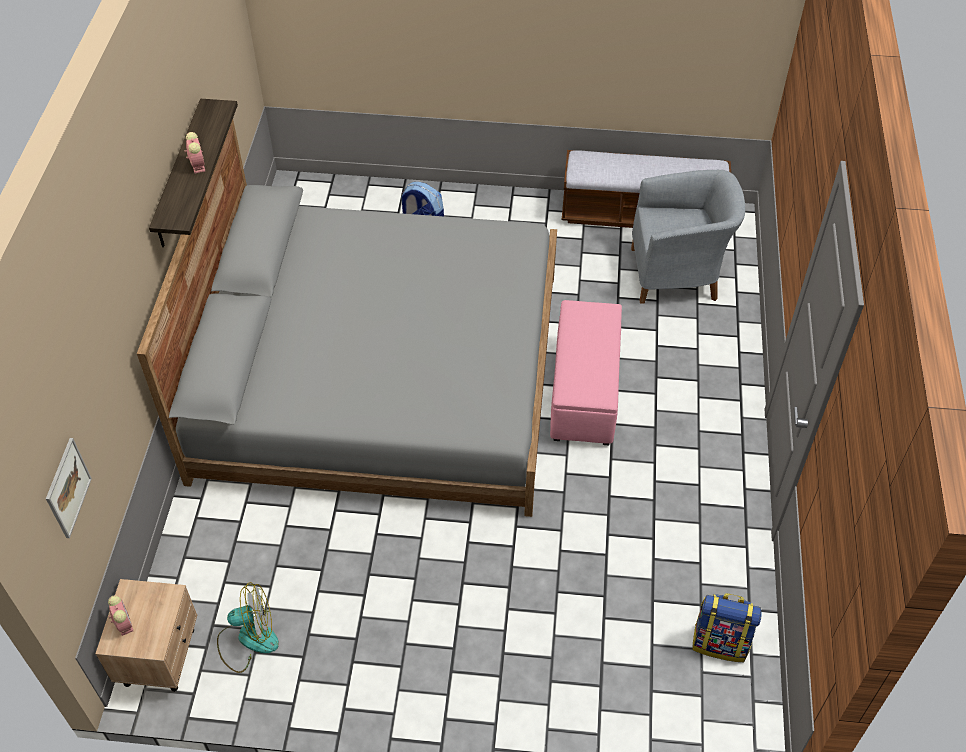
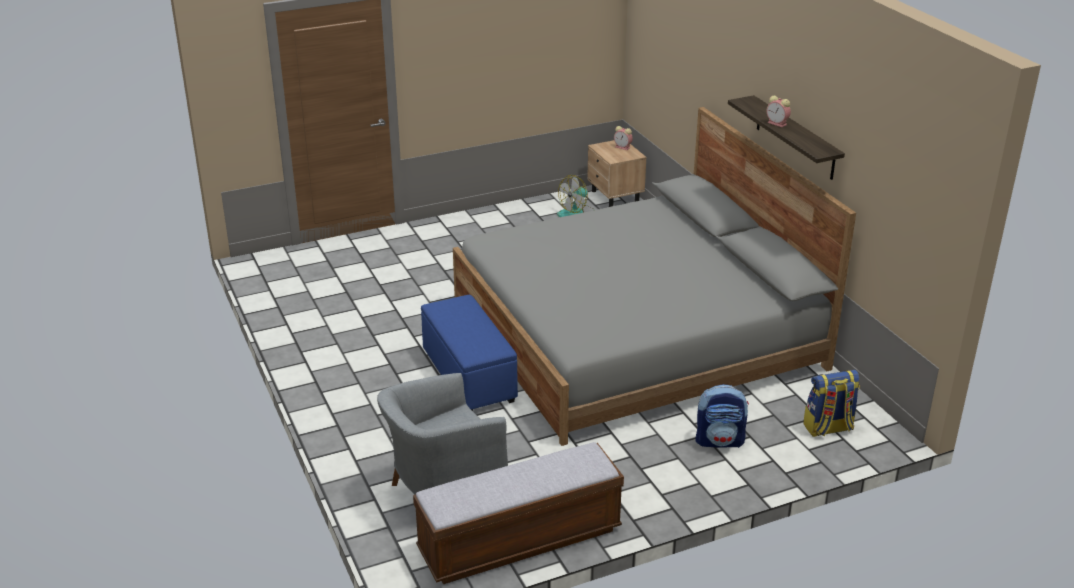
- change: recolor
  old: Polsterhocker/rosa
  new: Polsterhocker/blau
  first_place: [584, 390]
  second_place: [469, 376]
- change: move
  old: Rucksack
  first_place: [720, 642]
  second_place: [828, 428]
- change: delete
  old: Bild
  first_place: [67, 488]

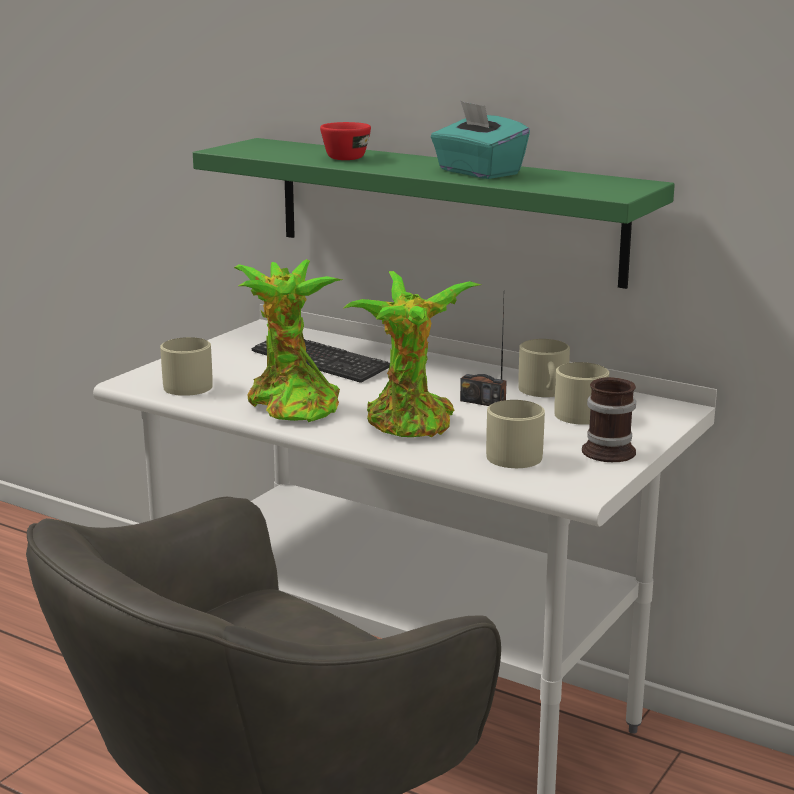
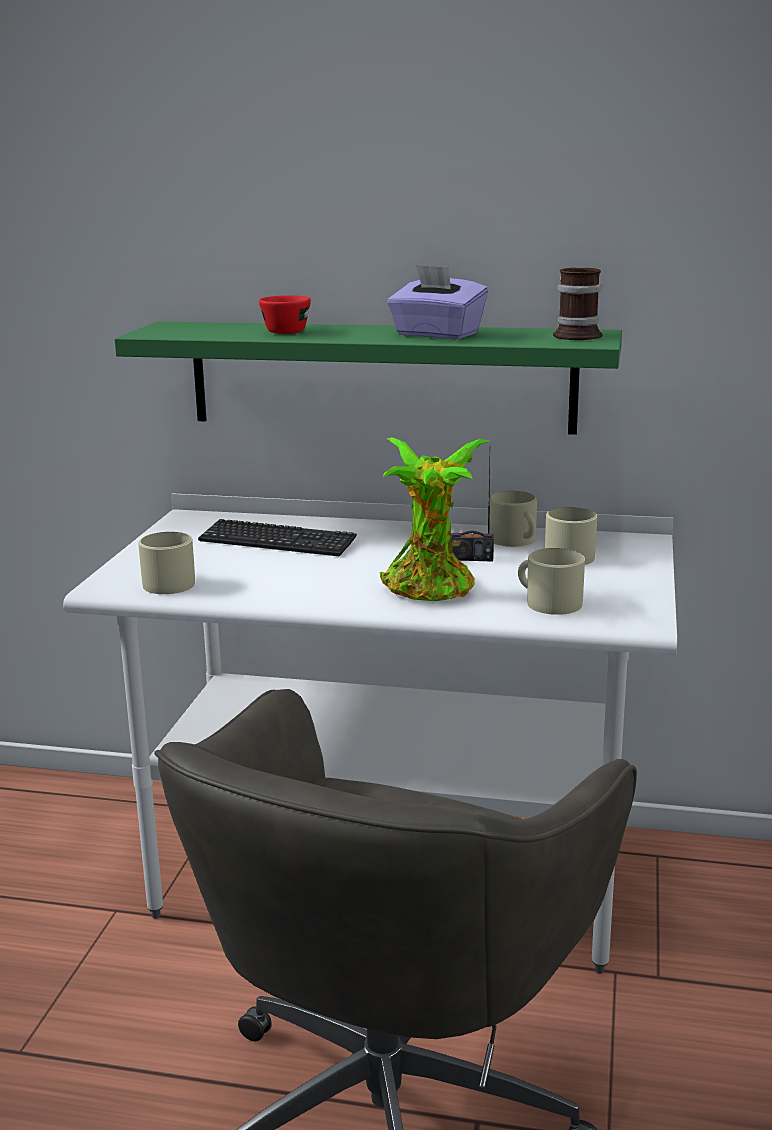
- change: recolor
  old: Taschentuchbox/türkis
  new: Taschentuchbox/lila
  first_place: [478, 172]
  second_place: [436, 334]
- change: move
  old: Henkelbecher
  first_place: [610, 449]
  second_place: [577, 335]
- change: delete
  old: Topfpflanze
  first_place: [290, 406]

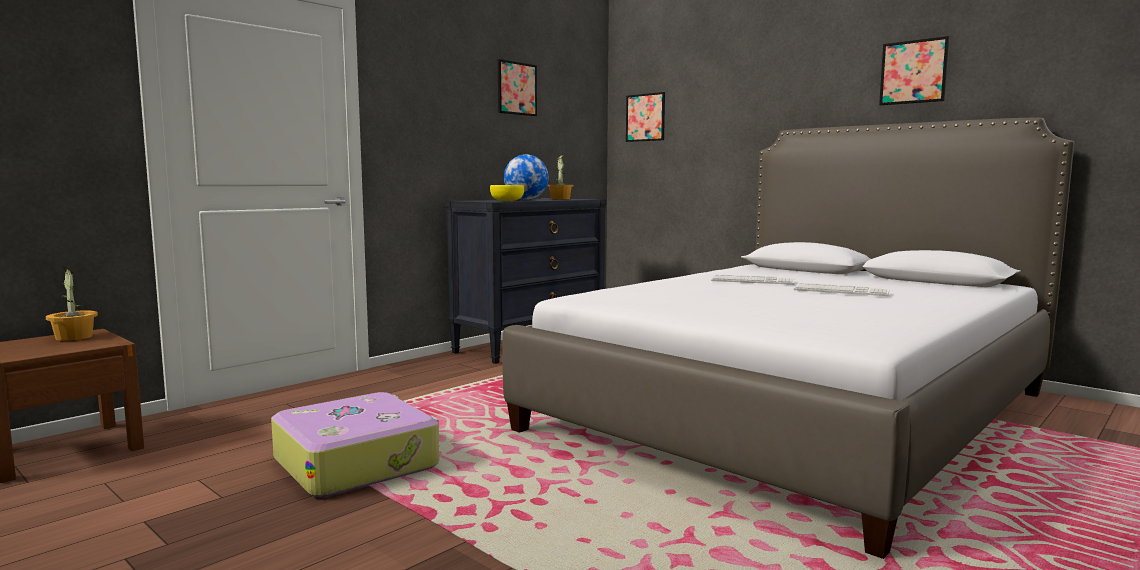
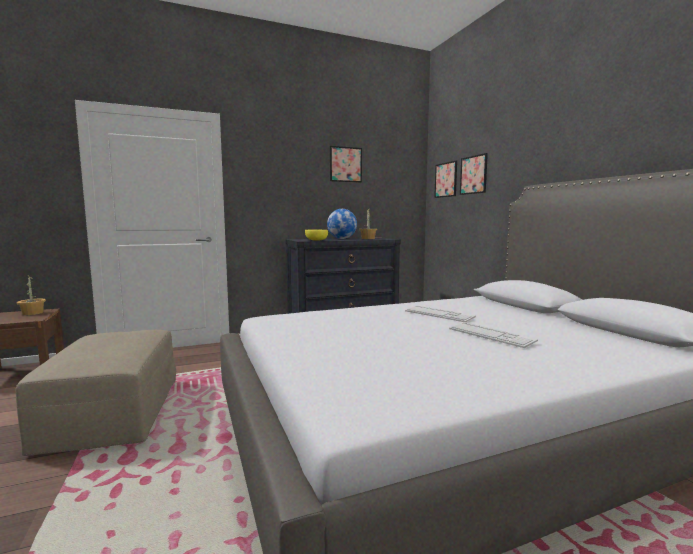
- change: replace
  old: Koffer
  new: Polsterhocker/beige
  first_place: [357, 462]
  second_place: [113, 413]
- change: move
  old: Bild
  first_place: [913, 72]
  second_place: [473, 175]

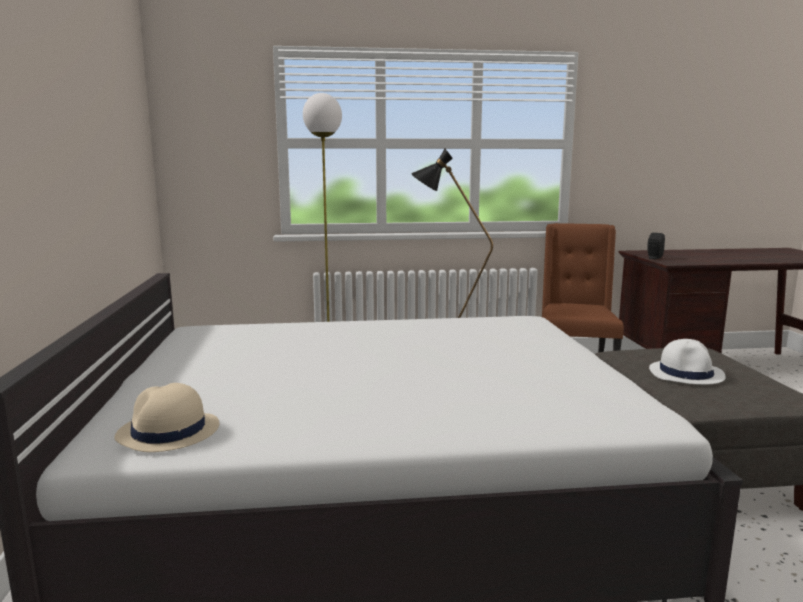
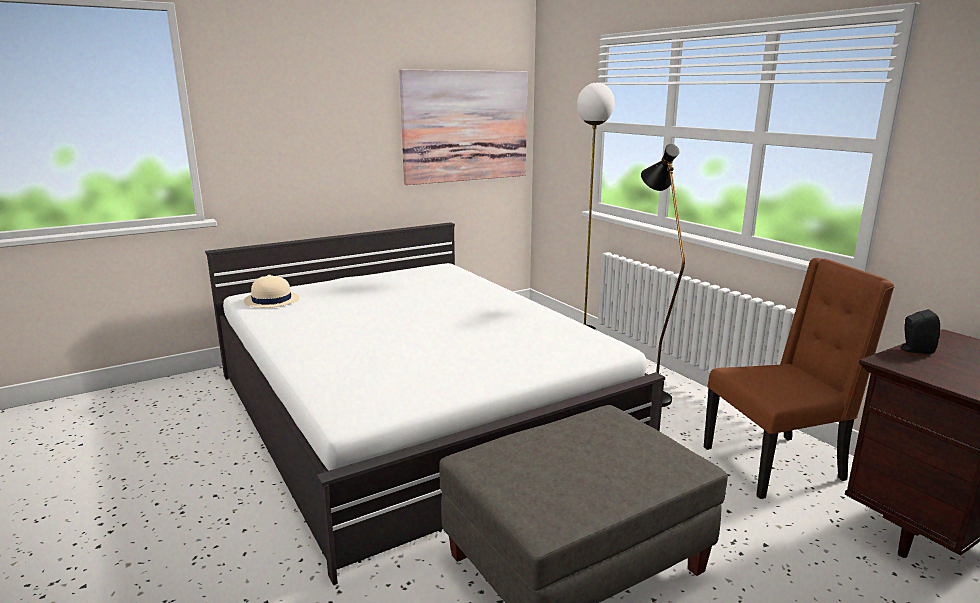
- change: insert
  new: Bild
  second_place: [466, 126]
- change: delete
  old: Hut/weiß
  first_place: [686, 373]

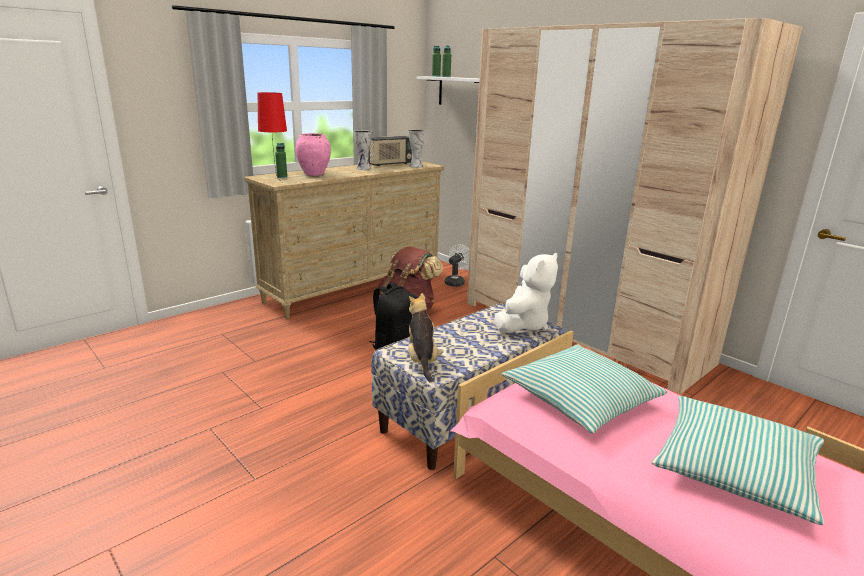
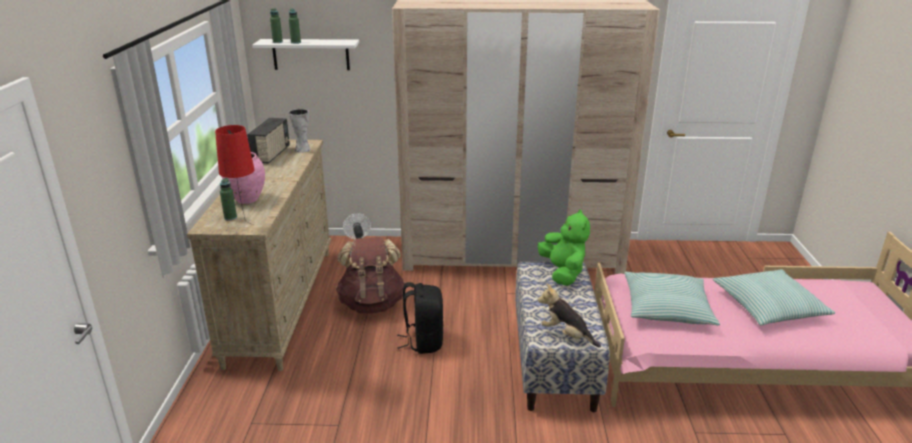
- change: recolor
  old: Plüschtier/weiß
  new: Plüschtier/grün
  first_place: [523, 325]
  second_place: [563, 273]
- change: delete
  old: Vase
  first_place: [364, 169]

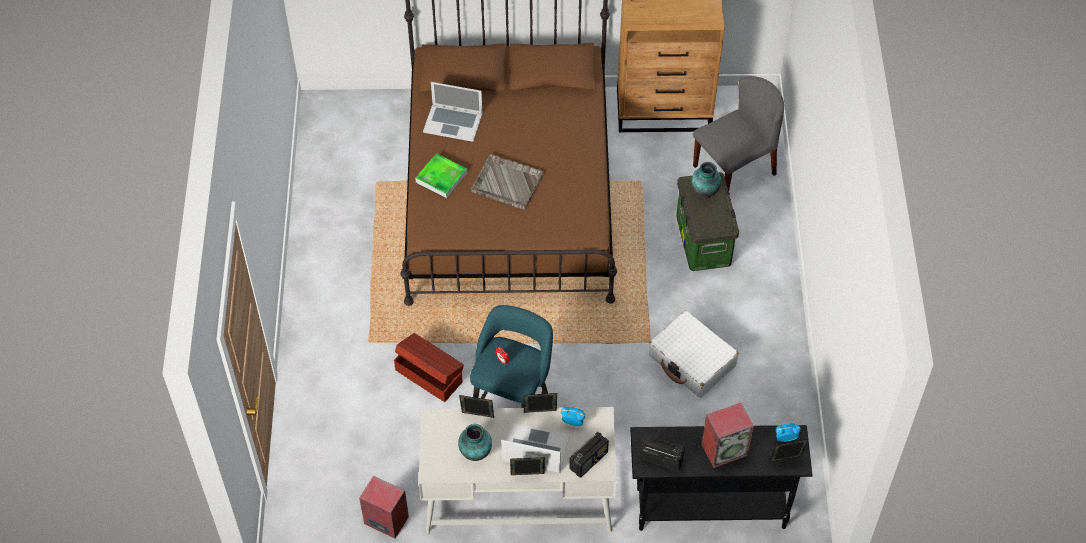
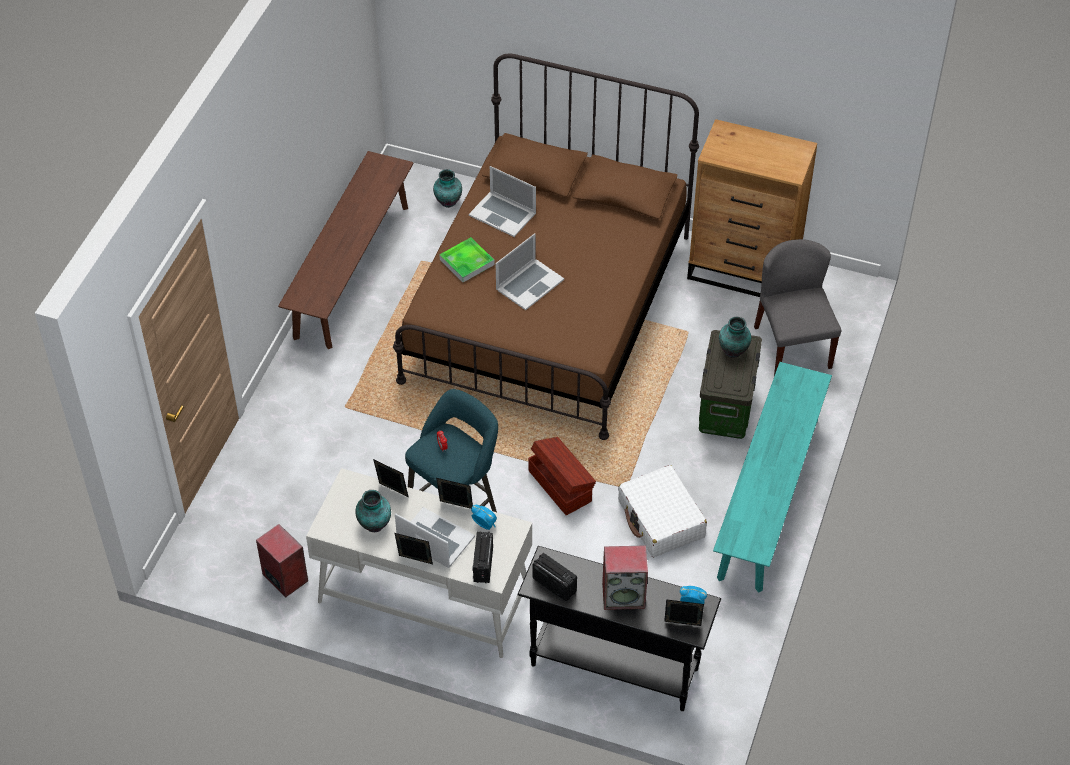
- change: insert
  new: Bank/braun
  second_place: [352, 271]
- change: insert
  new: Vase
  second_place: [447, 202]
- change: rotate
  old: Radio
  first_place: [589, 460]
  second_place: [483, 565]
  degrees: 120
- change: replace
  old: Tablett/grau
  new: Laptop
  first_place: [506, 182]
  second_place: [529, 284]
- change: move
  old: Aufbewahrungsbox/braun
  first_place: [429, 375]
  second_place: [560, 485]
- change: insert
  new: Bank/türkis
  second_place: [769, 497]
- change: rotate
  old: Stuhl/grau
  first_place: [734, 169]
  second_place: [792, 347]
  degrees: -90

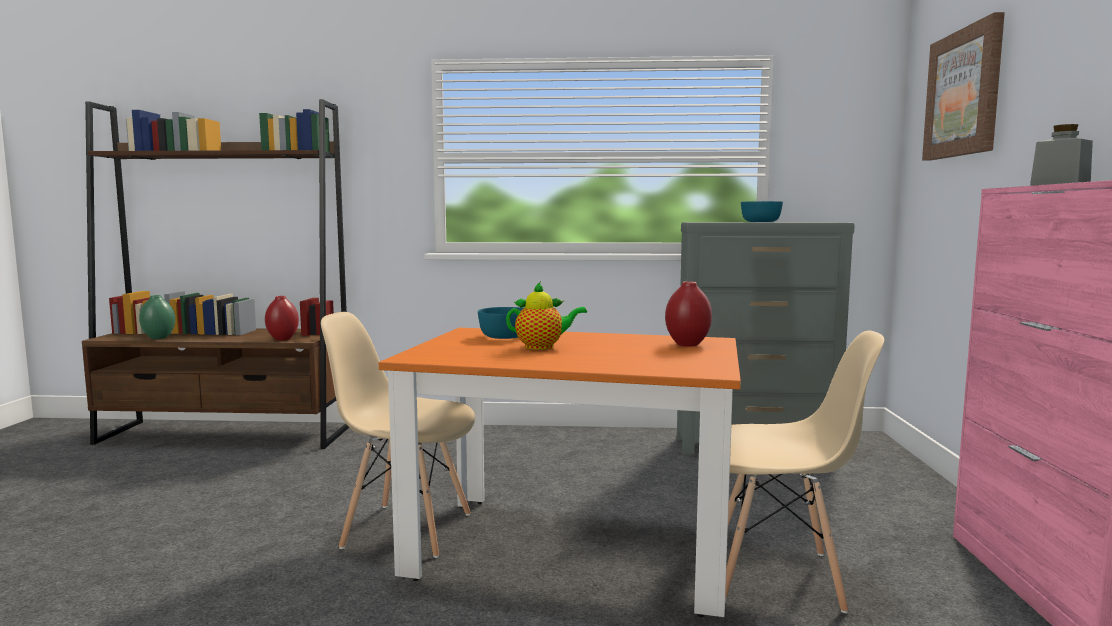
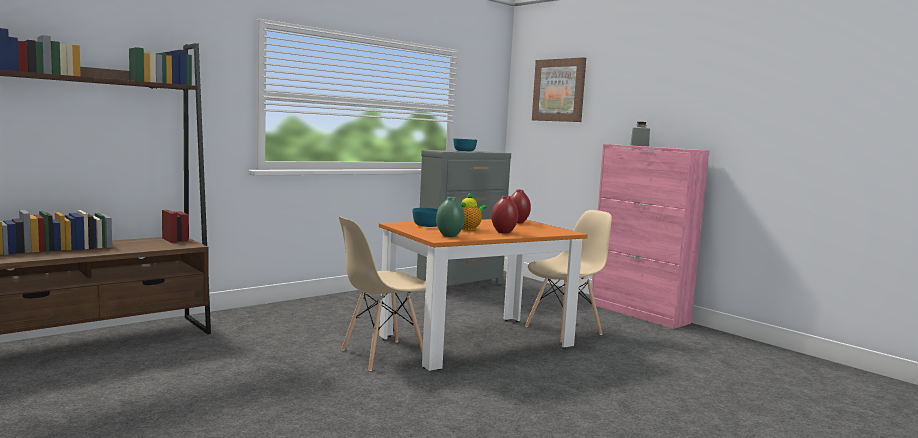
- change: move
  old: Vase/grün
  first_place: [159, 338]
  second_place: [449, 236]
- change: move
  old: Vase/rot
  first_place: [282, 339]
  second_place: [504, 232]

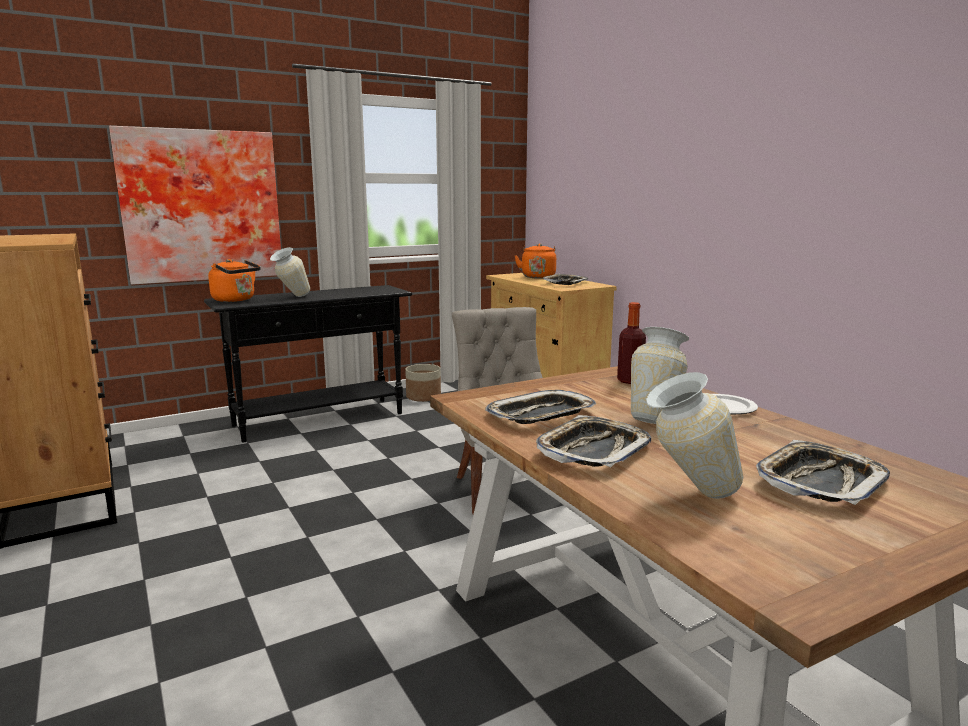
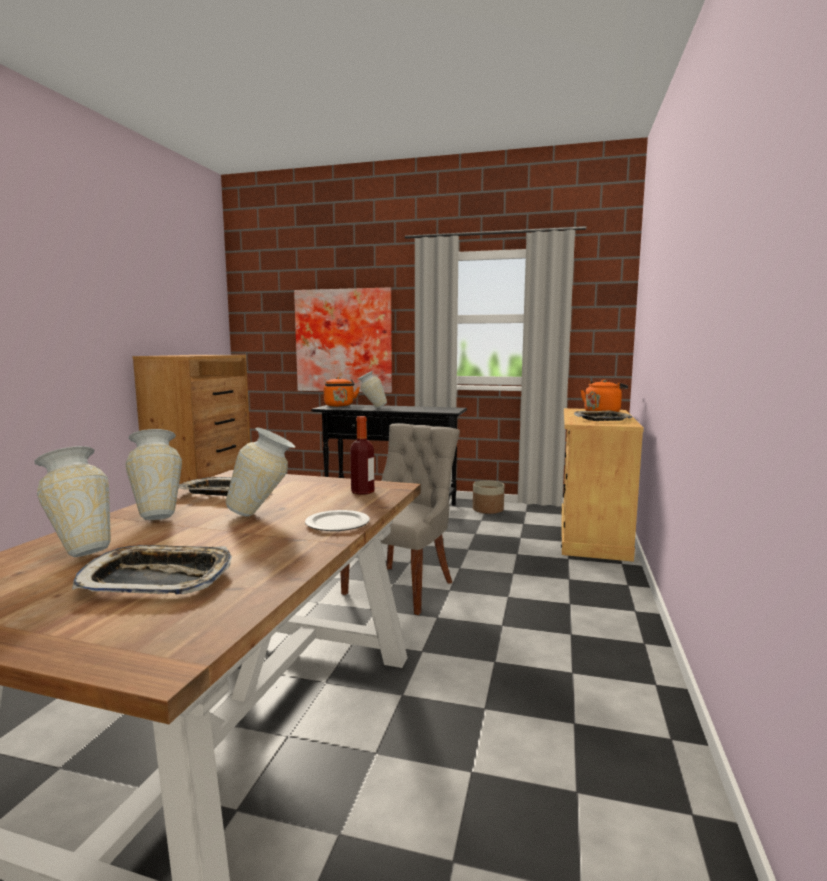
- change: replace
  old: Tablett
  new: Vase
  first_place: [593, 450]
  second_place: [159, 515]

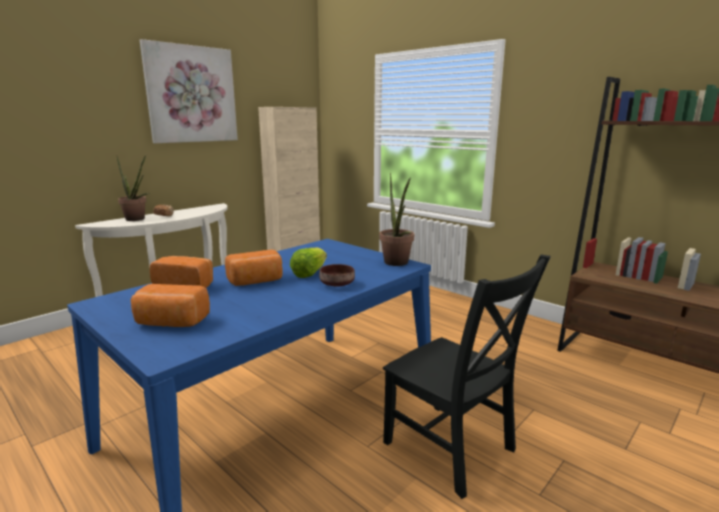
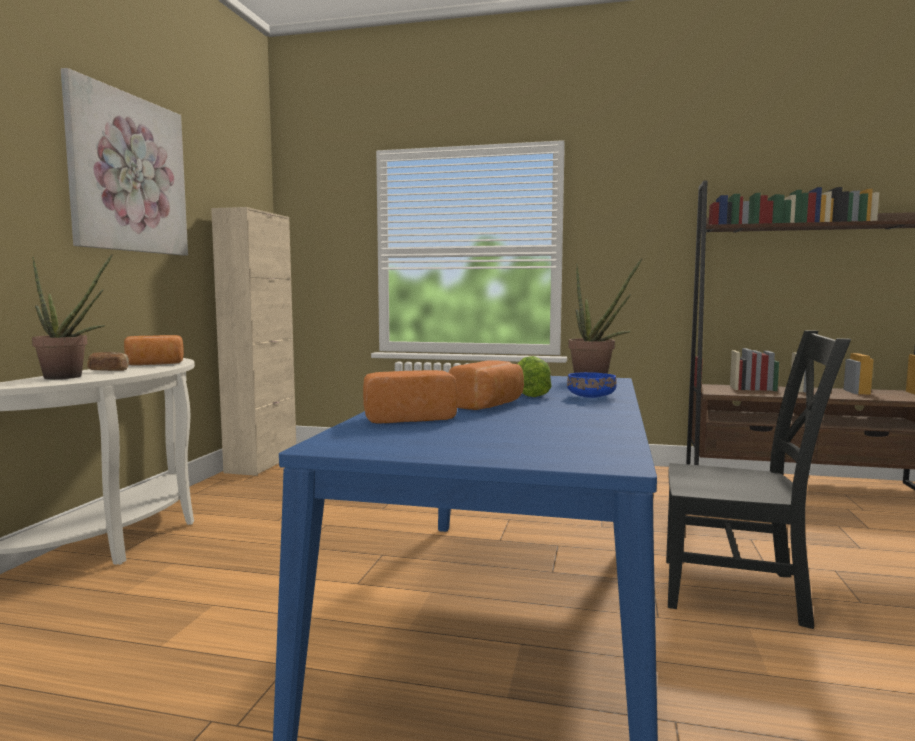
- change: move
  old: Brot
  first_place: [171, 323]
  second_place: [155, 364]
- change: recolor
  old: Schüssel/braun
  new: Schüssel/blau
  first_place: [337, 284]
  second_place: [591, 397]

